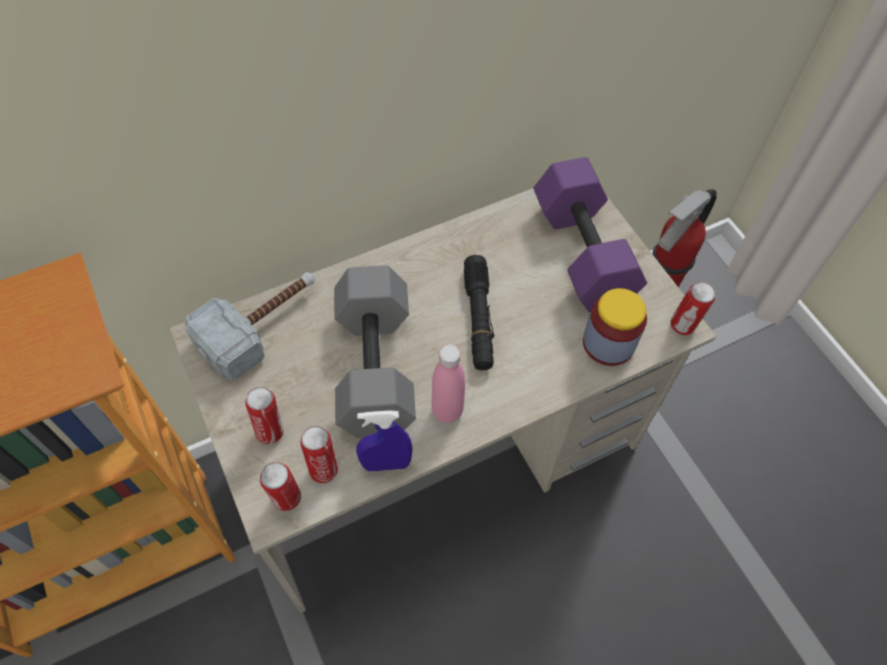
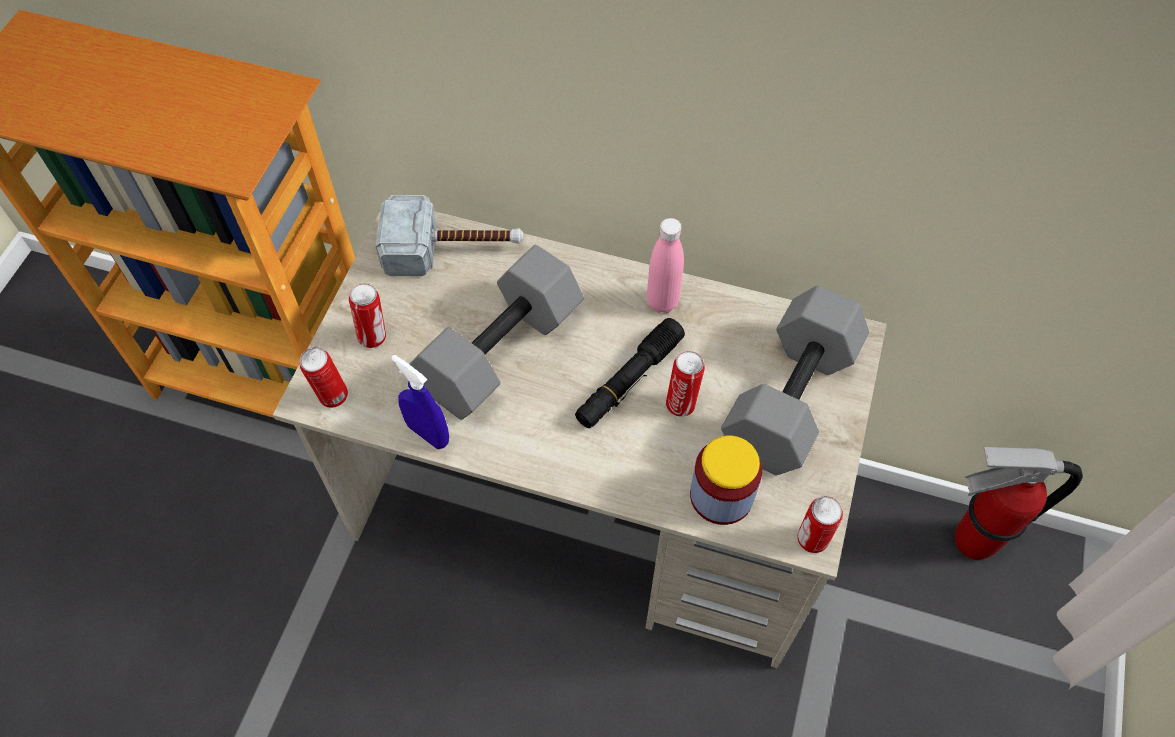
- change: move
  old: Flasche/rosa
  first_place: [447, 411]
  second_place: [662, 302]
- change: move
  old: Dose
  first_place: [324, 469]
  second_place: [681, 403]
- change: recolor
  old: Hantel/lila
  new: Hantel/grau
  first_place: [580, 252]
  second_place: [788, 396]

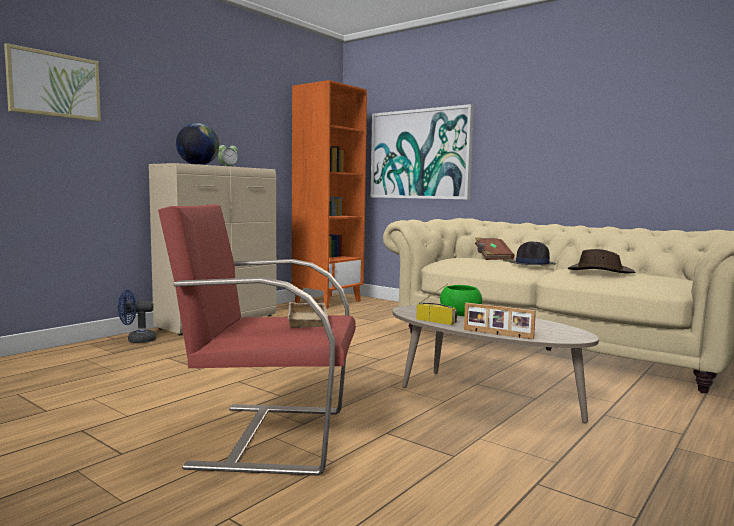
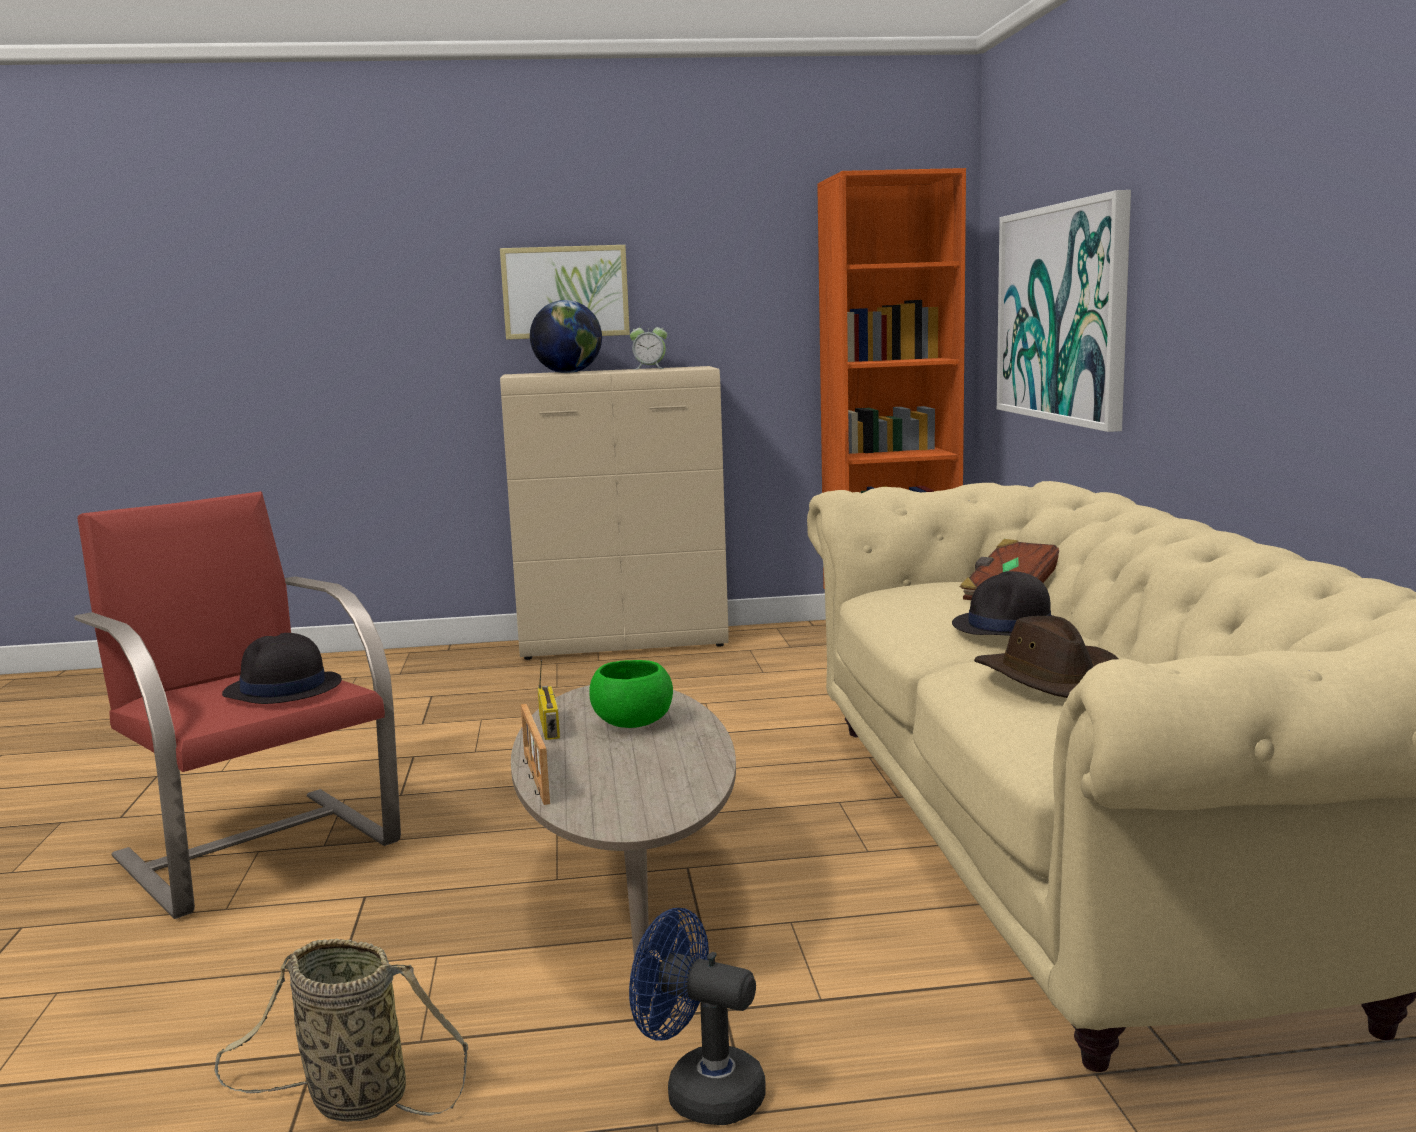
- change: insert
  new: Korb
  second_place: [350, 1099]
- change: replace
  old: Tablett/beige
  new: Hut/schwarz
  first_place: [309, 320]
  second_place: [282, 689]
- change: move
  old: Bild
  first_place: [54, 85]
  second_place: [565, 292]
- change: move
  old: Ventilator/blau
  first_place: [137, 340]
  second_place: [700, 1091]

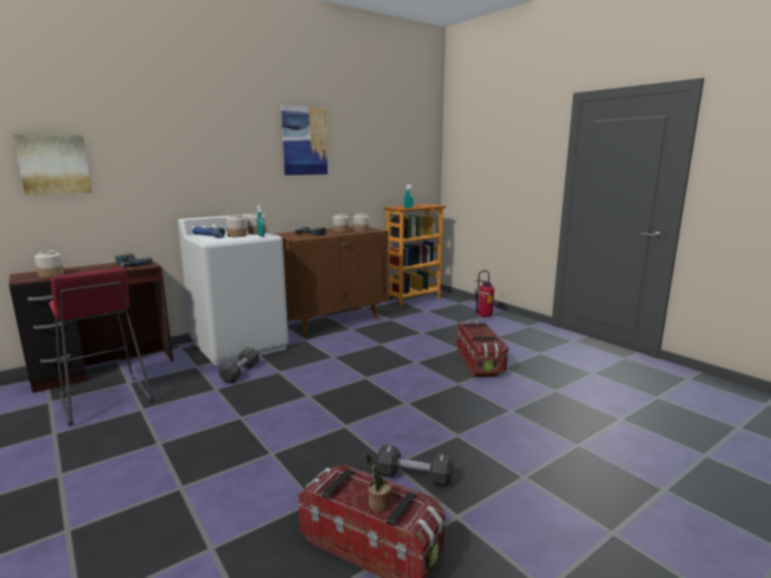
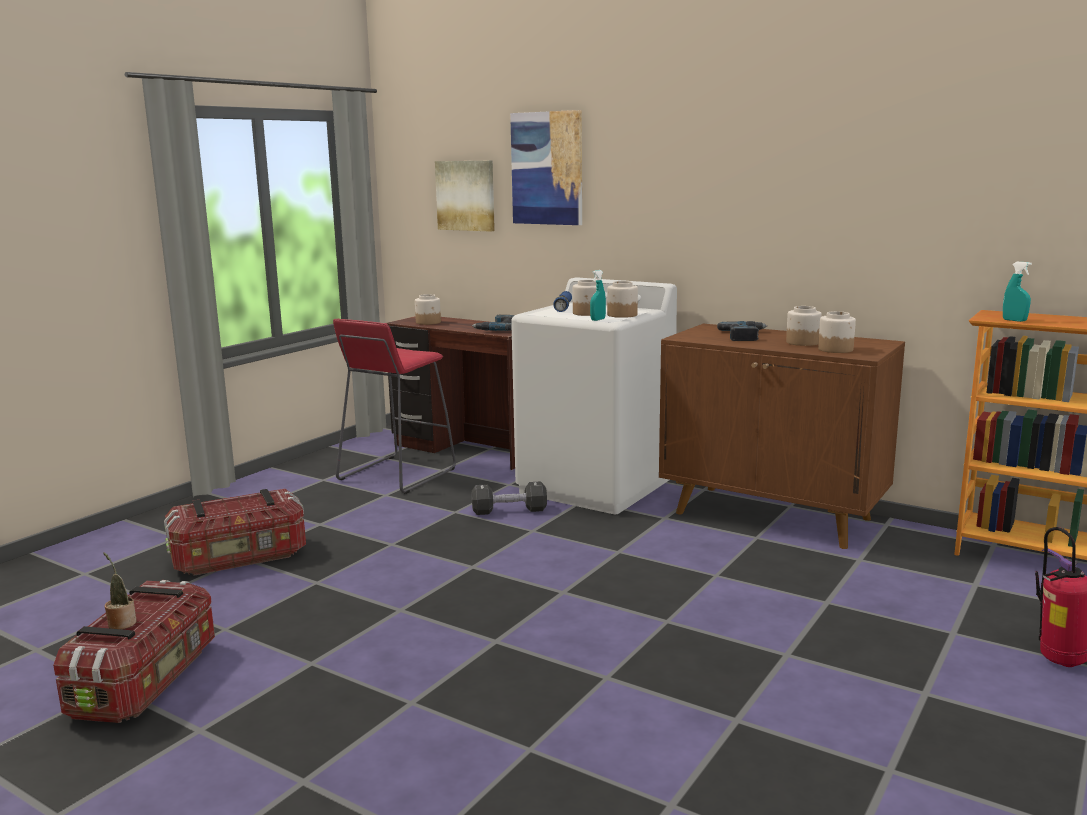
- change: move
  old: Aufbewahrungsbox
  first_place: [479, 363]
  second_place: [240, 558]
- change: move
  old: Bild
  first_place: [305, 141]
  second_place: [547, 168]
- change: delete
  old: Hantel/schwarz
  first_place: [414, 477]

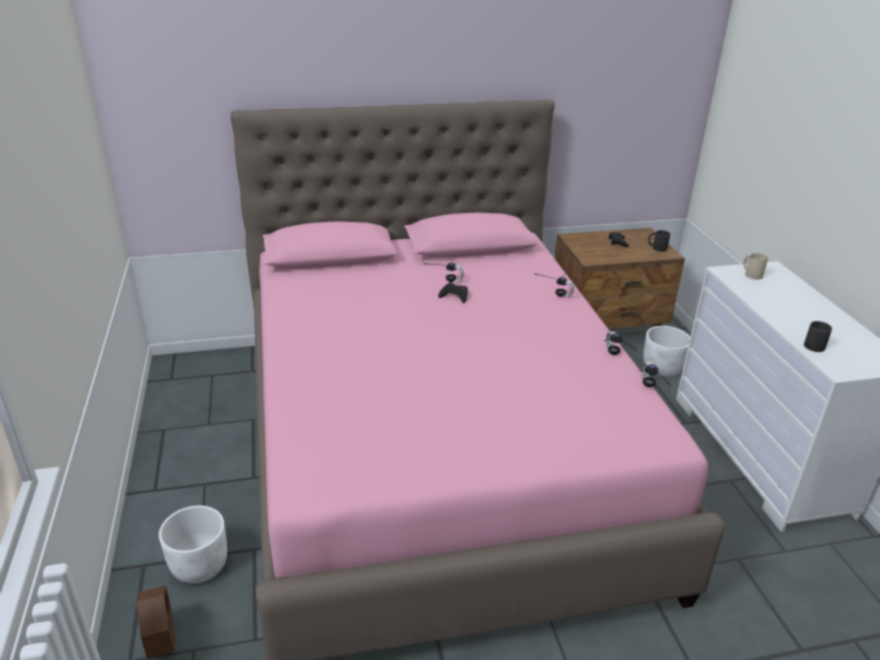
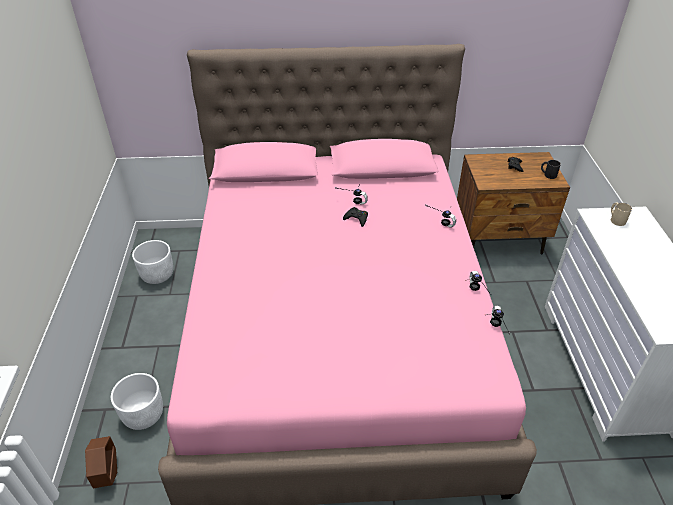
- change: move
  old: Pflanzkübel/weiß
  first_place: [662, 368]
  second_place: [158, 275]
- change: delete
  old: Henkelbecher/schwarz
  first_place: [813, 344]

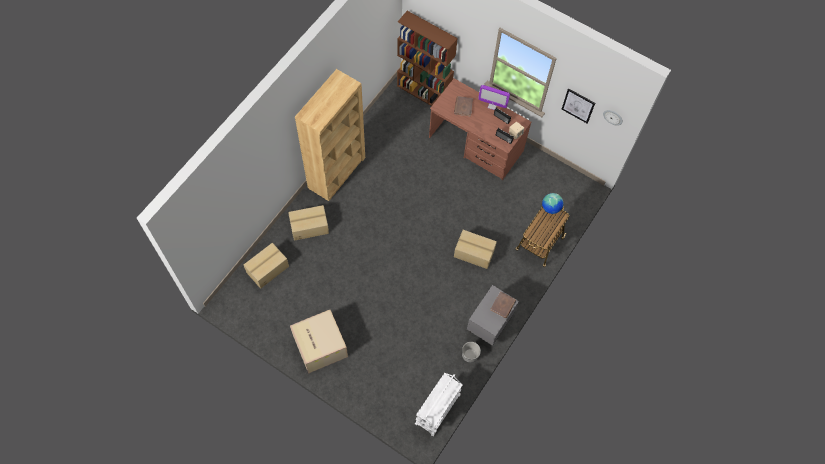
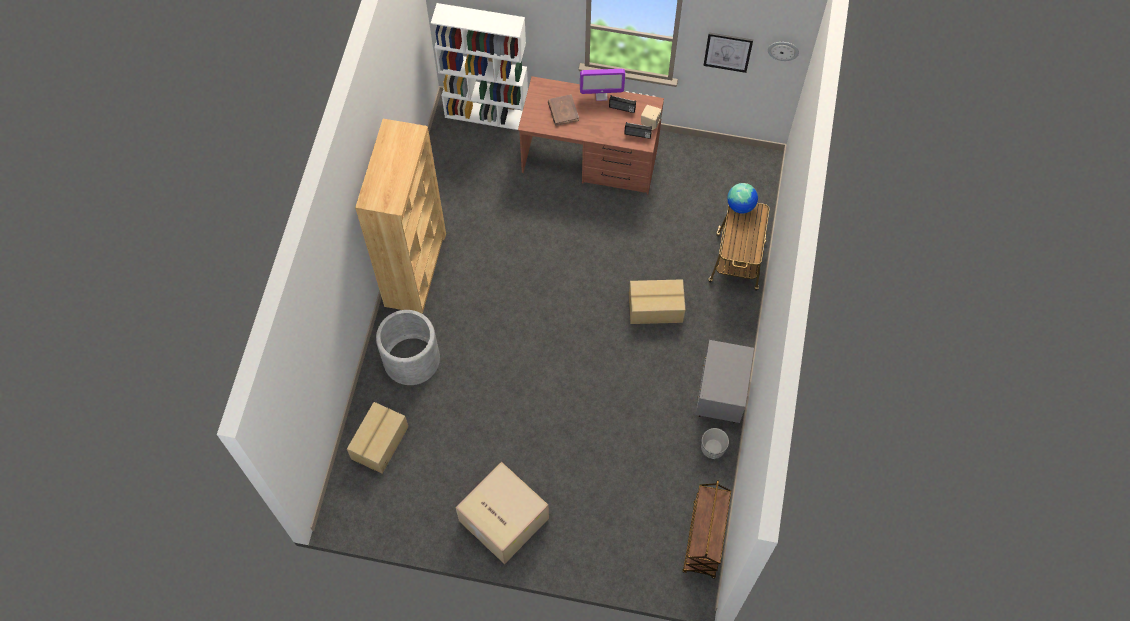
- change: replace
  old: Karton
  new: Pflanzkübel/grau
  first_place: [309, 226]
  second_place: [411, 359]
- change: recolor
  old: Bücherregal/braun
  new: Bücherregal/weiß
  first_place: [424, 93]
  second_place: [487, 114]
- change: recolor
  old: Rollwagen/weiß
  new: Rollwagen/braun
  first_place: [437, 410]
  second_place: [704, 540]
- change: delete
  old: Buch/braun
  first_place: [503, 305]

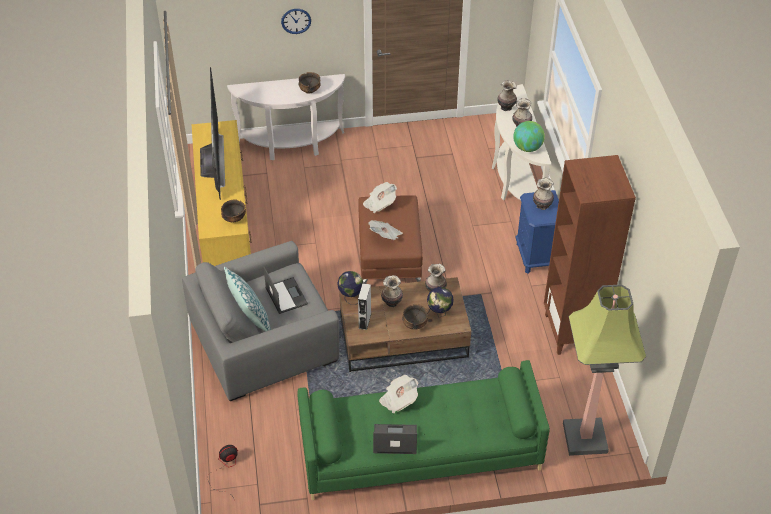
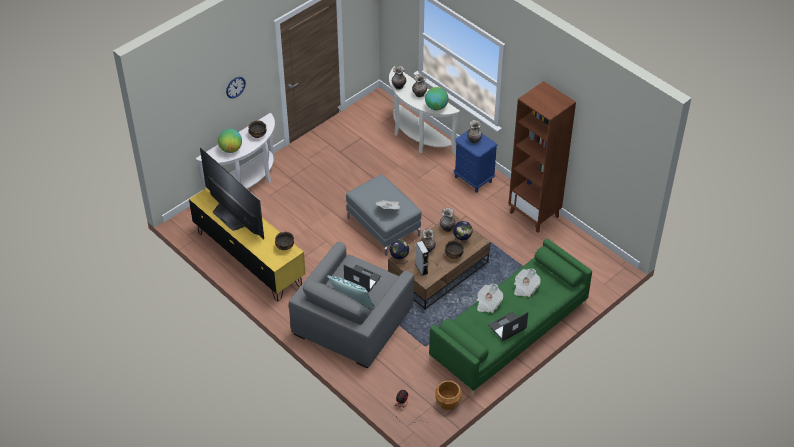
- change: insert
  new: Globus
  second_place: [231, 149]
- change: recolor
  old: Polsterhocker/braun
  new: Polsterhocker/grau
  first_place: [388, 258]
  second_place: [383, 227]
- change: insert
  new: Pflanzkübel/braun
  second_place: [448, 402]
- change: move
  old: Zeitung
  first_place: [379, 203]
  second_place: [525, 288]
- change: delete
  old: Stehlampe
  first_place: [584, 437]

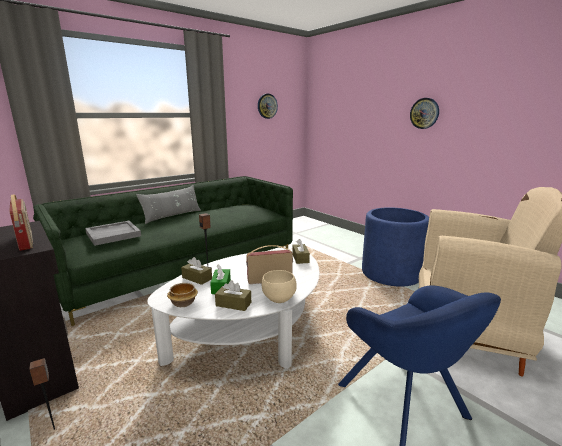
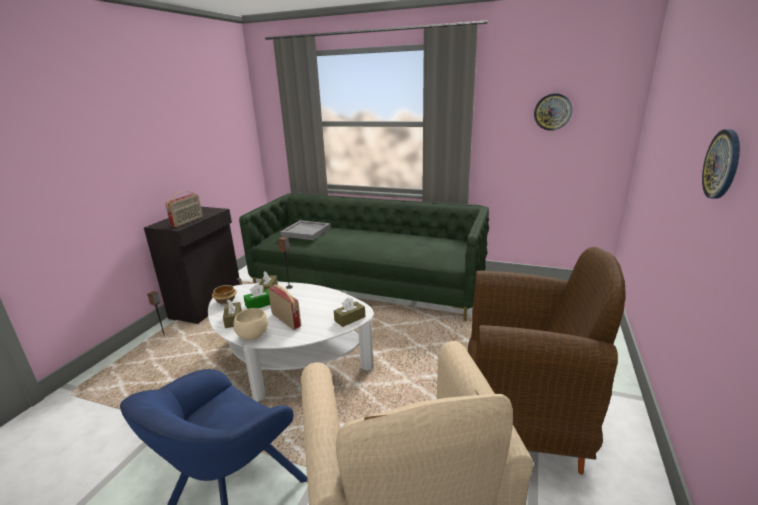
- change: replace
  old: Pflanzkübel/blau
  new: Sessel/braun
  first_place: [391, 273]
  second_place: [522, 421]
- change: delete
  old: Kissen/grau
  first_place: [172, 216]

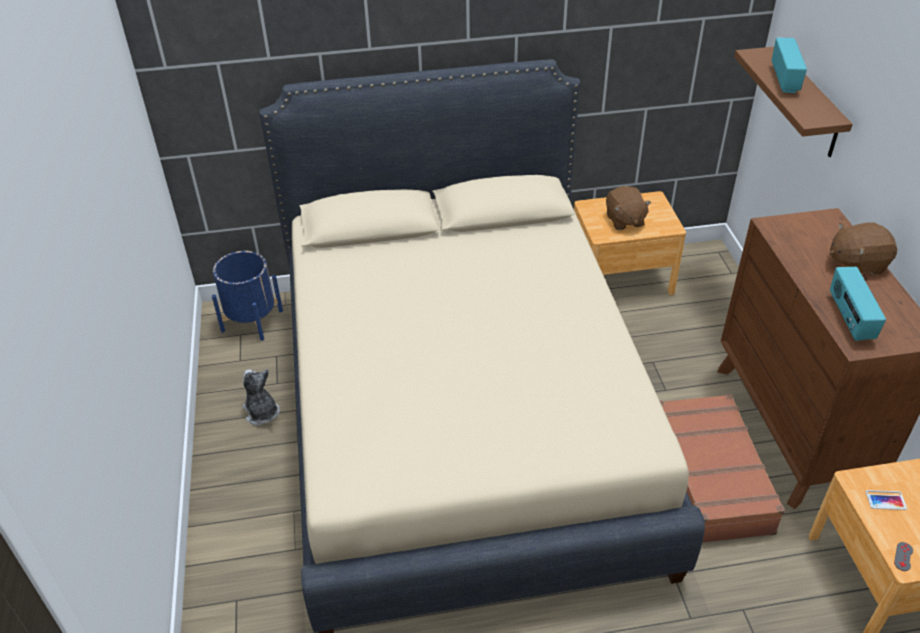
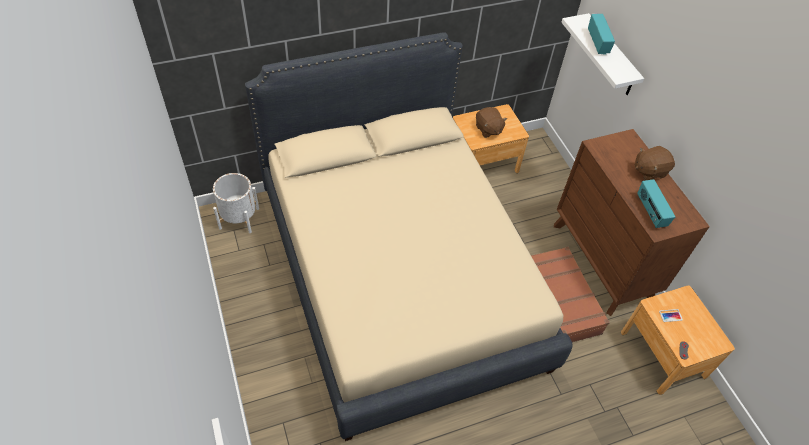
- change: recolor
  old: Pflanzkübel/blau
  new: Pflanzkübel/weiß
  first_place: [252, 321]
  second_place: [239, 218]
- change: recolor
  old: Wandregal/braun
  new: Wandregal/weiß
  first_place: [807, 103]
  second_place: [610, 56]
- change: delete
  old: Plüschtier
  first_place: [262, 412]

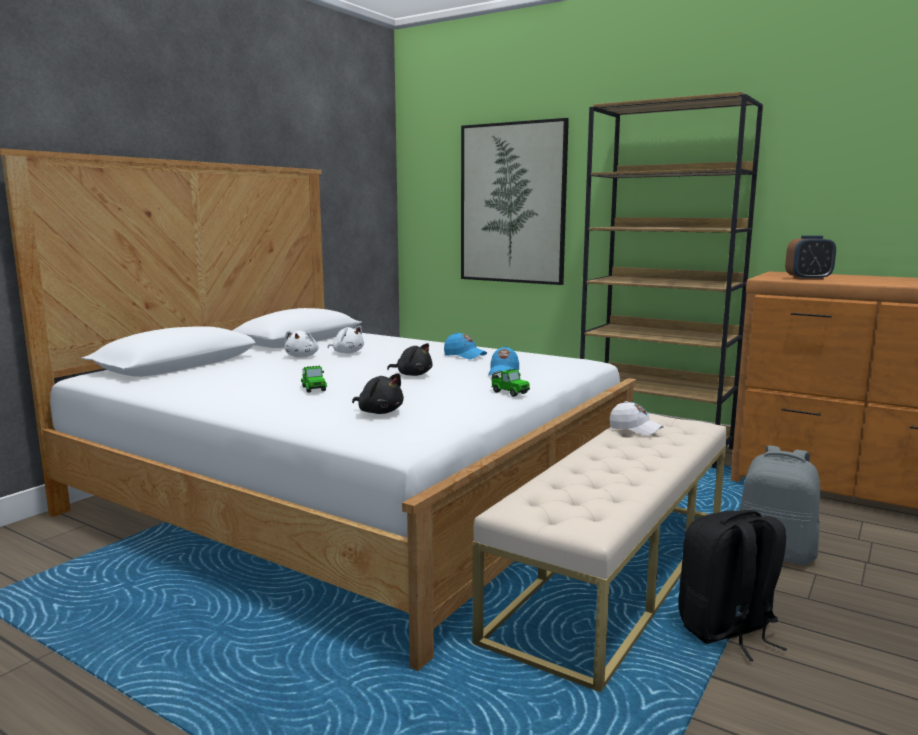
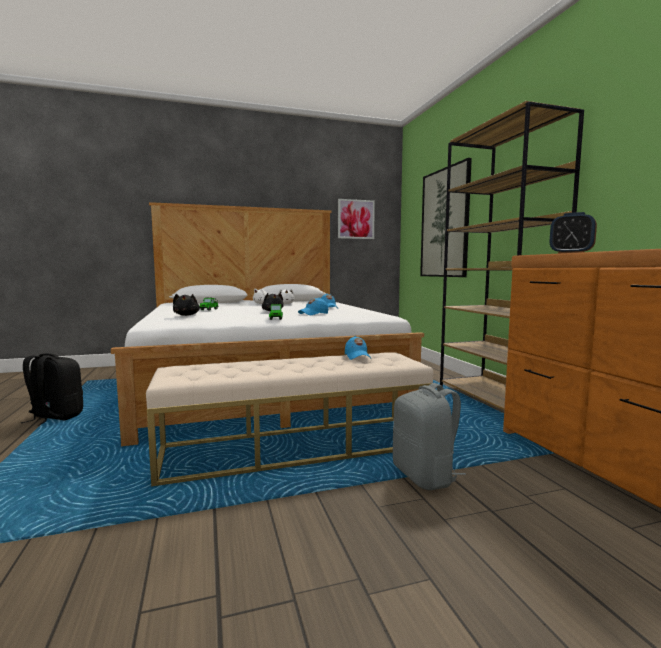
- change: move
  old: Rucksack/schwarz
  first_place: [727, 631]
  second_place: [55, 417]
- change: insert
  new: Bild
  second_place: [356, 219]
- change: recolor
  old: Kappe/weiß
  new: Kappe/blau
  first_place: [635, 429]
  second_place: [357, 356]

